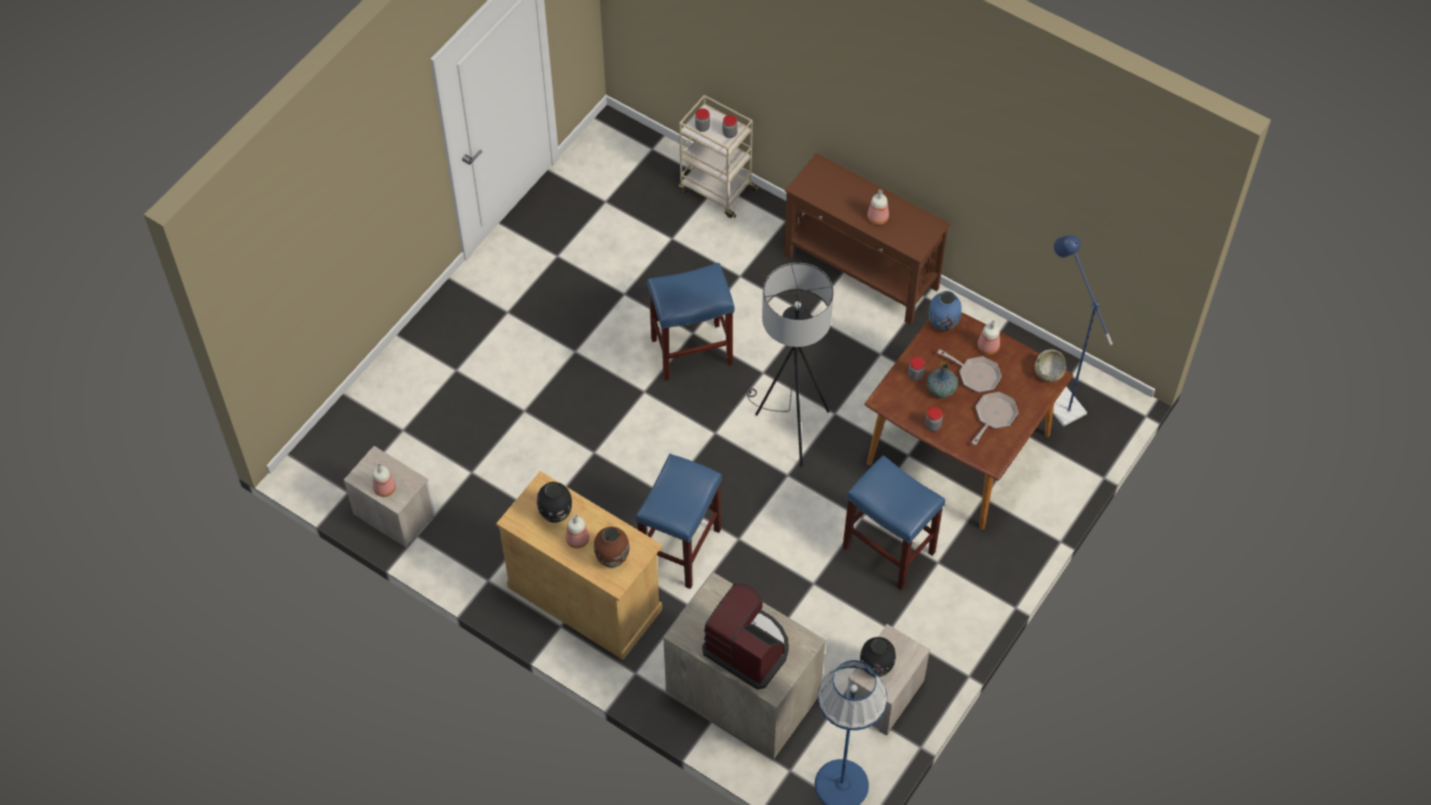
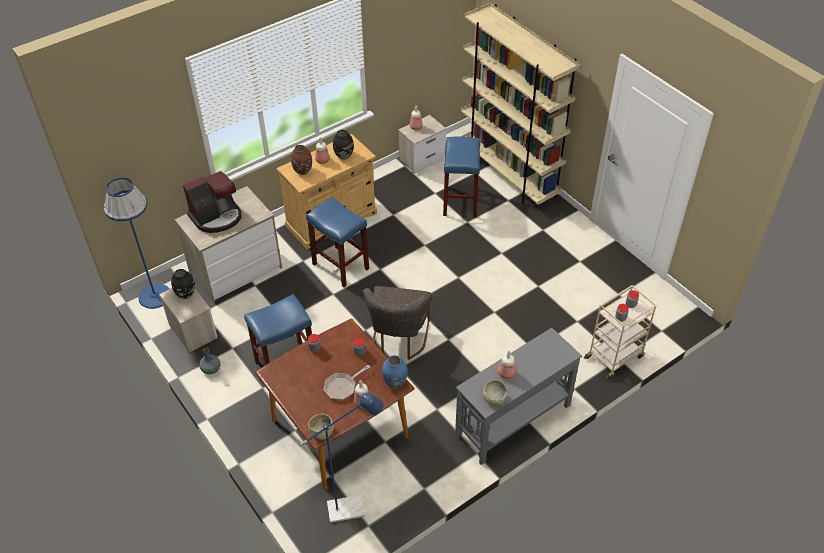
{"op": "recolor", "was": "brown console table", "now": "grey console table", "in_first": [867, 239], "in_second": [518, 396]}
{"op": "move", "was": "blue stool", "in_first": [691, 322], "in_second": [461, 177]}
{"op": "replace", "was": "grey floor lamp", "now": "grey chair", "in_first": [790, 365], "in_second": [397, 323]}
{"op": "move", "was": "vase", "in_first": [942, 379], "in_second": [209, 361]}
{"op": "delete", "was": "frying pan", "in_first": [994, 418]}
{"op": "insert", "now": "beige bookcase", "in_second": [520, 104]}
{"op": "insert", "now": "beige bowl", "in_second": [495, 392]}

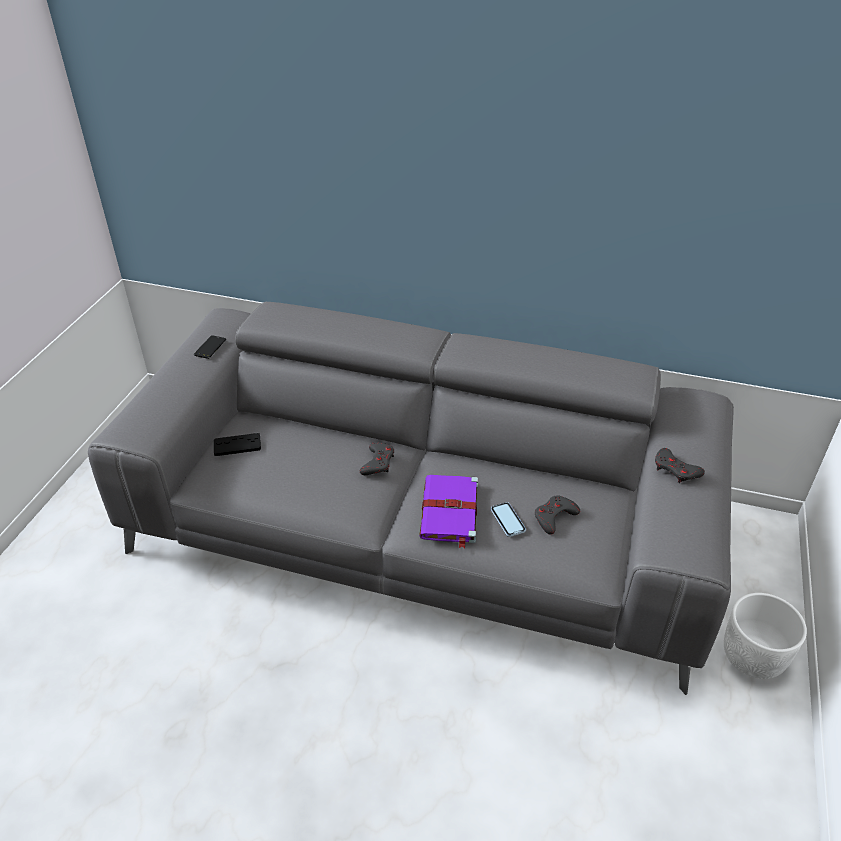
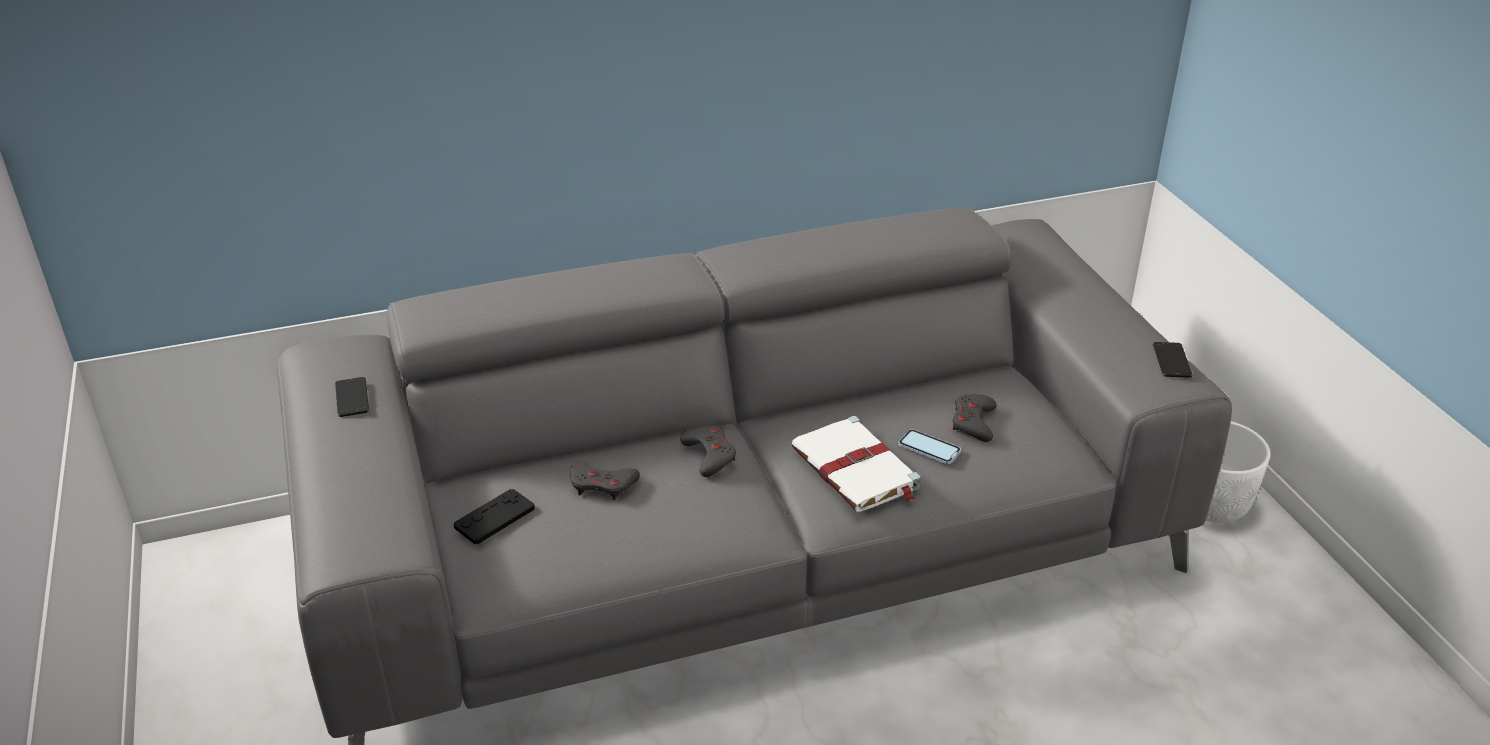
{"op": "move", "was": "grey game controller", "in_first": [680, 465], "in_second": [605, 481]}
{"op": "recolor", "was": "purple book", "now": "white book", "in_first": [448, 511], "in_second": [855, 464]}
{"op": "insert", "now": "phone", "in_second": [1172, 360]}

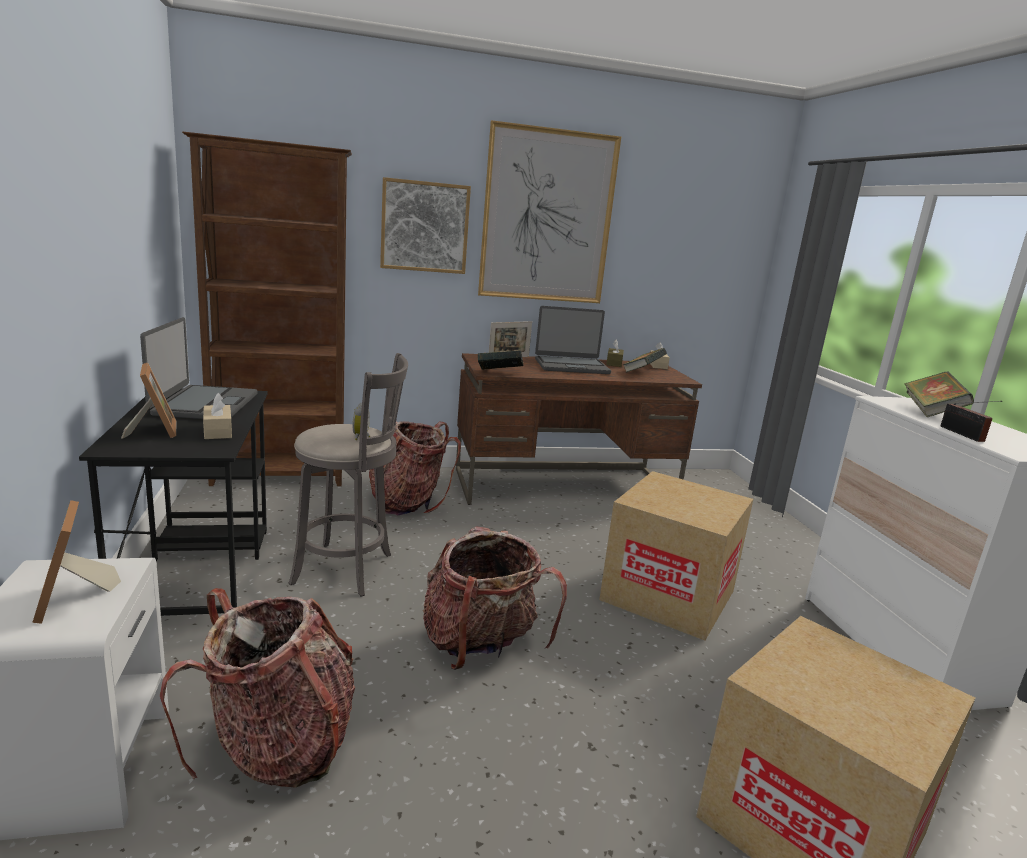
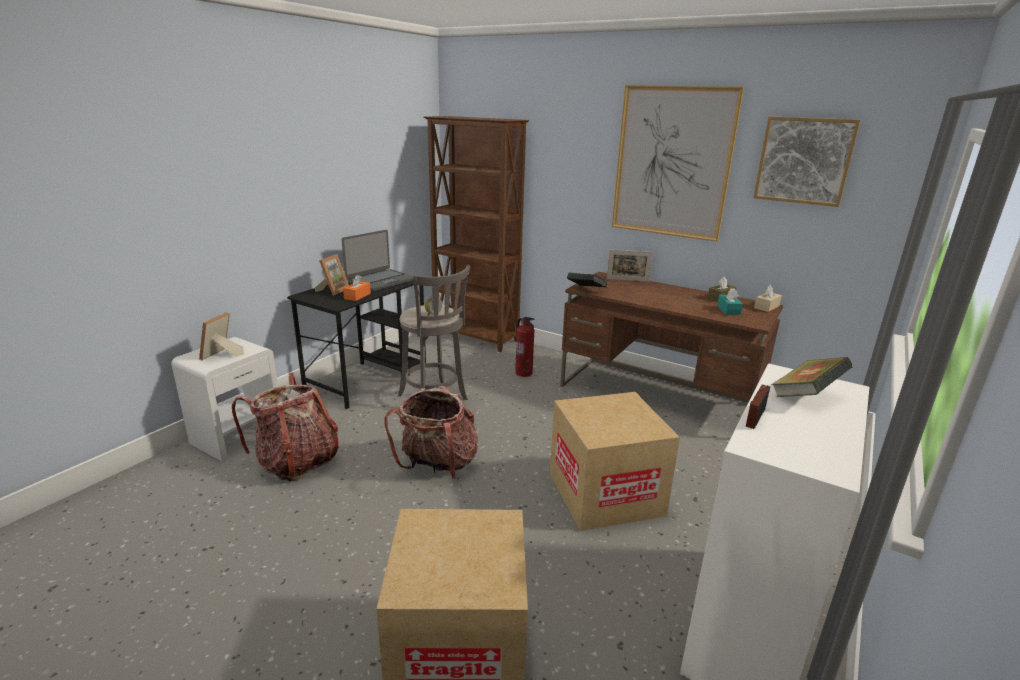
{"op": "move", "was": "picture", "in_first": [425, 225], "in_second": [806, 162]}
{"op": "delete", "was": "laptop", "in_first": [573, 340]}
{"op": "replace", "was": "book", "now": "turquoise tissue box", "in_first": [645, 360], "in_second": [730, 301]}
{"op": "recolor", "was": "beige tissue box", "now": "orange tissue box", "in_first": [217, 416], "in_second": [357, 288]}
{"op": "replace", "was": "backpack", "now": "fire extinguisher", "in_first": [415, 468], "in_second": [524, 347]}

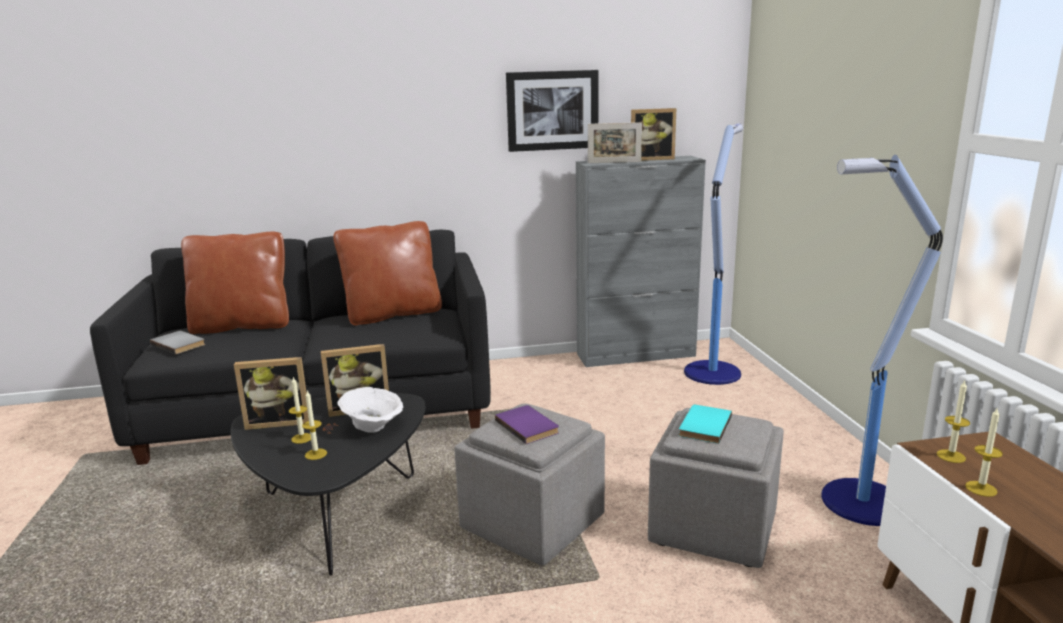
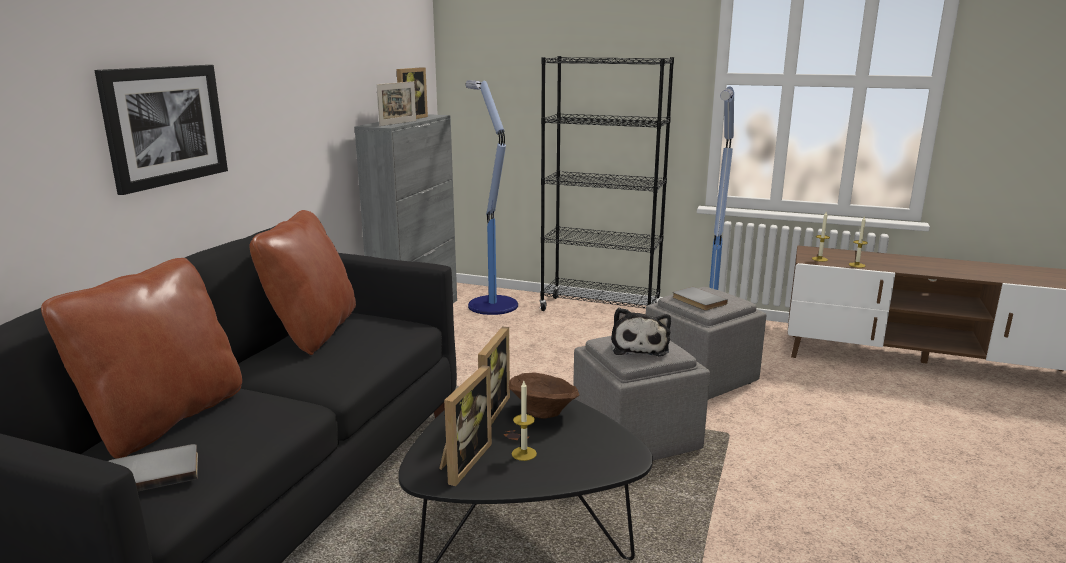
{"op": "move", "was": "picture", "in_first": [552, 111], "in_second": [161, 130]}
{"op": "recolor", "was": "white bowl", "now": "brown bowl", "in_first": [370, 410], "in_second": [544, 395]}
{"op": "delete", "was": "candle", "in_first": [314, 425]}
{"op": "replace", "was": "purple book", "now": "plush toy", "in_first": [527, 424], "in_second": [641, 332]}
{"op": "recolor", "was": "turquoise book", "now": "grey book", "in_first": [705, 424], "in_second": [700, 299]}
{"op": "insert", "now": "black bookcase", "in_second": [607, 183]}

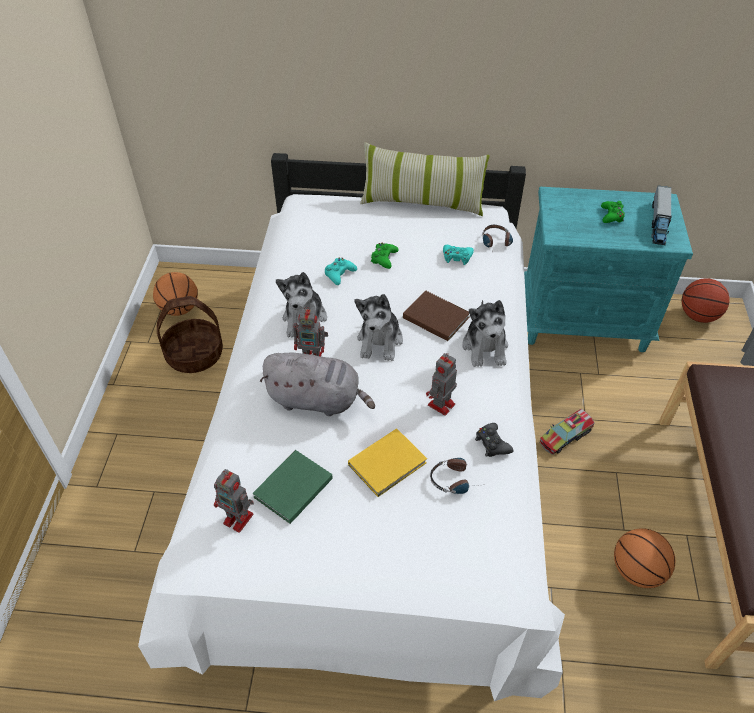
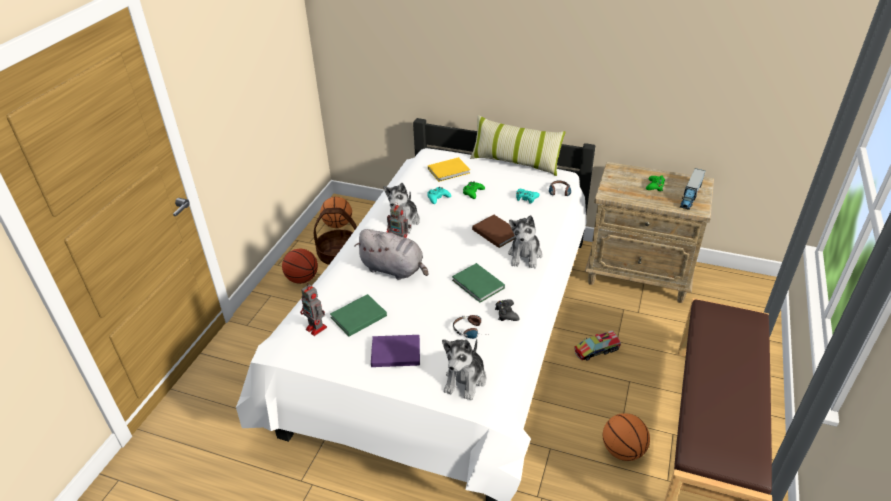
{"op": "recolor", "was": "turquoise nightstand", "now": "beige nightstand", "in_first": [608, 269], "in_second": [649, 232]}
{"op": "move", "was": "basketball", "in_first": [706, 300], "in_second": [300, 266]}
{"op": "move", "was": "plush toy", "in_first": [379, 327], "in_second": [464, 369]}
{"op": "replace", "was": "toy robot", "now": "green book", "in_first": [441, 384], "in_second": [478, 283]}
{"op": "move", "was": "yellow book", "in_first": [387, 462], "in_second": [449, 169]}
{"op": "insert", "now": "purple book", "in_second": [395, 351]}

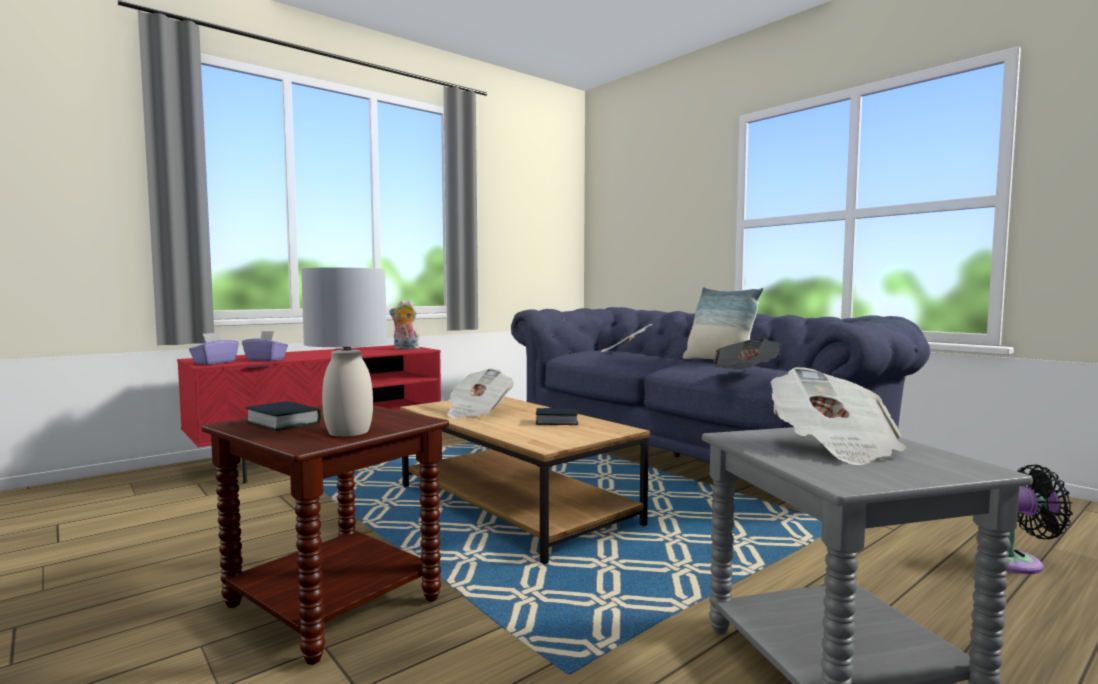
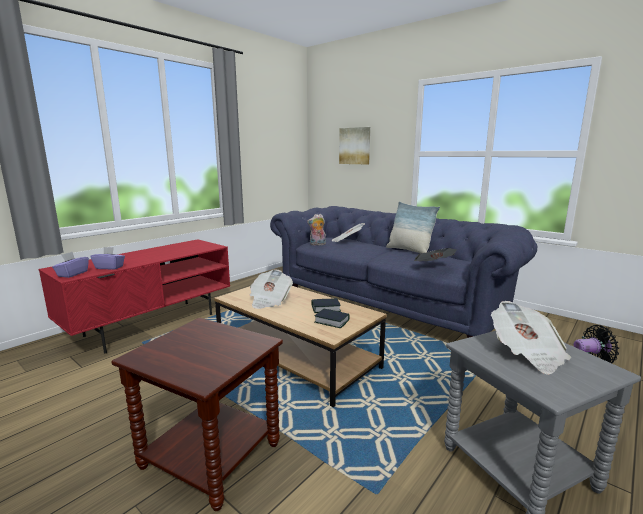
{"op": "delete", "was": "grey table lamp", "in_first": [344, 352]}
{"op": "move", "was": "plush toy", "in_first": [404, 325], "in_second": [316, 229]}
{"op": "move", "was": "book", "in_first": [283, 416], "in_second": [332, 318]}
{"op": "insert", "now": "picture", "in_second": [354, 145]}

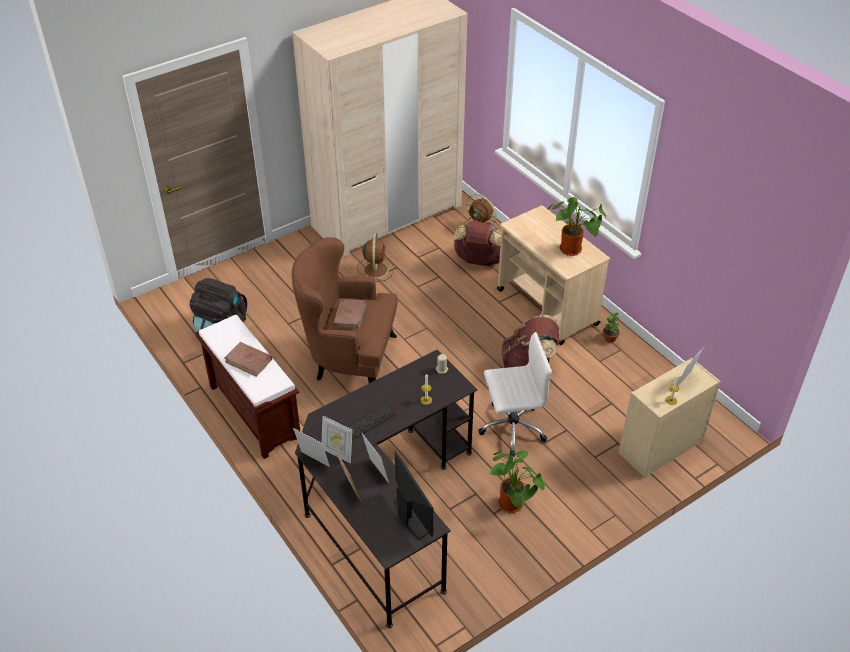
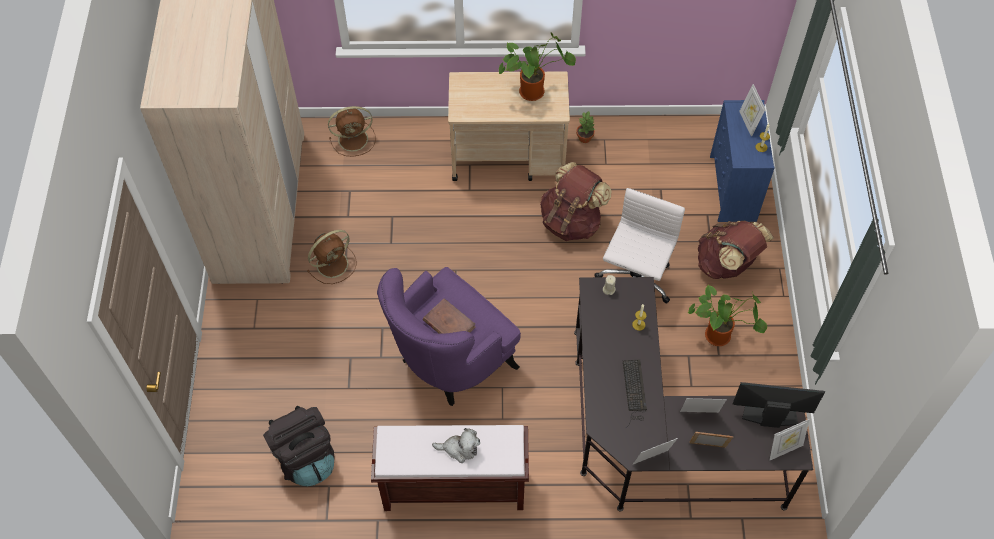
{"op": "move", "was": "brown backpack", "in_first": [477, 243], "in_second": [736, 249]}
{"op": "rotate", "was": "brown fan", "in_first": [375, 257], "in_second": [332, 257], "clockwise": 105}
{"op": "recolor", "was": "brown armchair", "now": "purple armchair", "in_first": [344, 310], "in_second": [449, 336]}
{"op": "replace", "was": "brown book", "now": "plush toy", "in_first": [248, 359], "in_second": [456, 445]}
{"op": "recolor", "was": "beige dresser", "now": "blue dresser", "in_first": [669, 418], "in_second": [742, 161]}
{"op": "move", "was": "picture frame", "in_first": [337, 439], "in_second": [789, 440]}

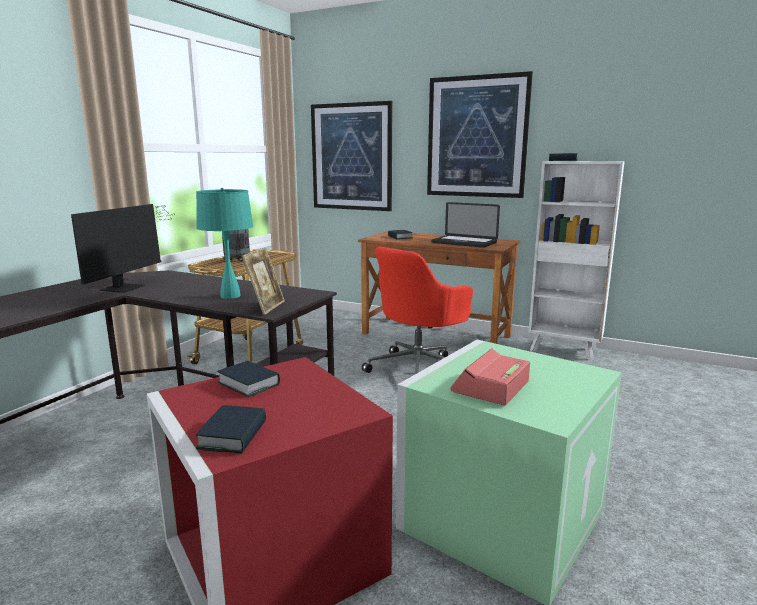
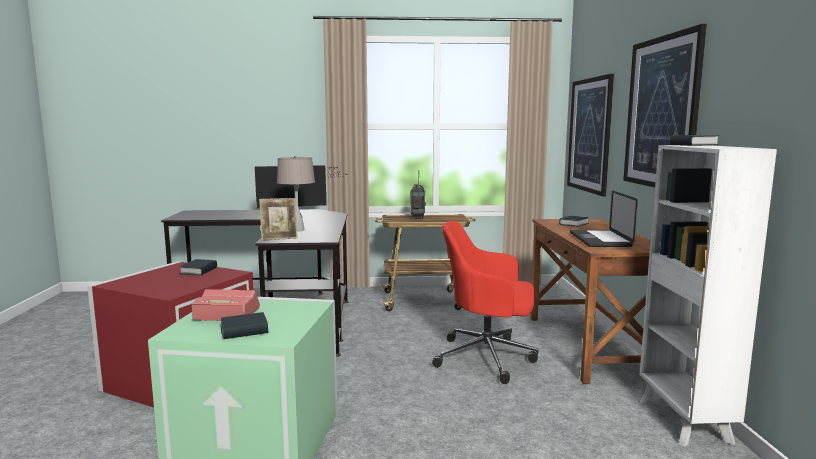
{"op": "recolor", "was": "turquoise table lamp", "now": "beige table lamp", "in_first": [224, 243], "in_second": [296, 194]}
{"op": "move", "was": "book", "in_first": [231, 429], "in_second": [244, 325]}

